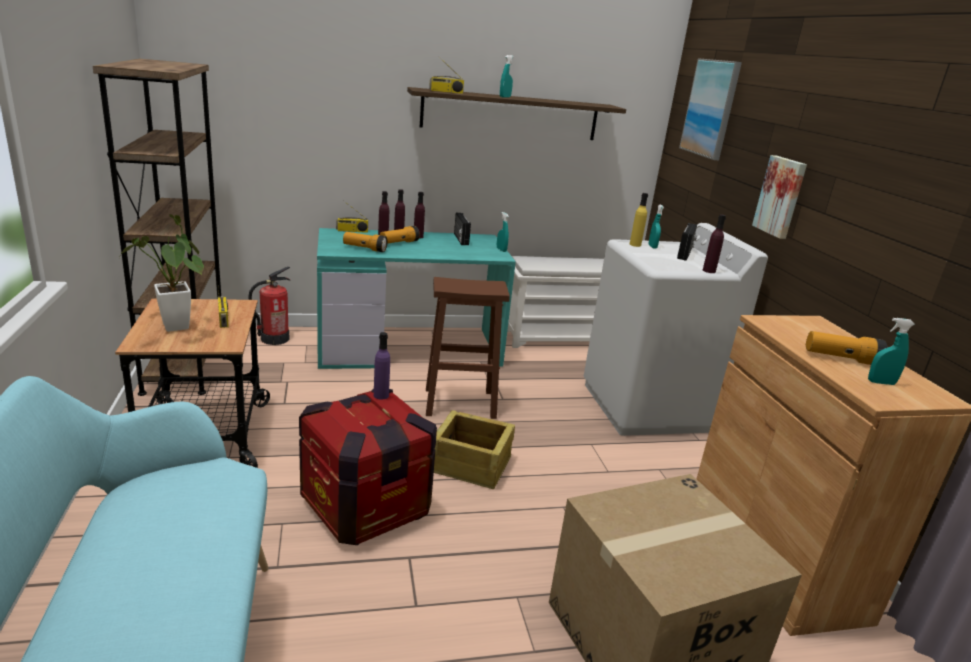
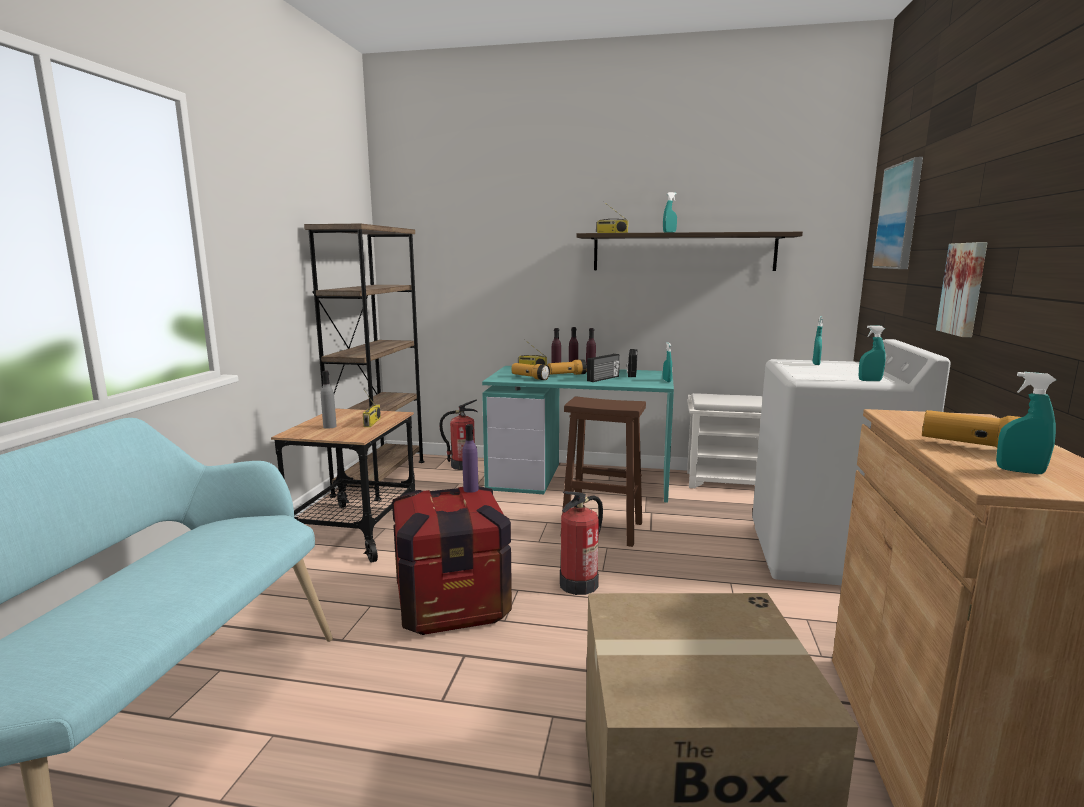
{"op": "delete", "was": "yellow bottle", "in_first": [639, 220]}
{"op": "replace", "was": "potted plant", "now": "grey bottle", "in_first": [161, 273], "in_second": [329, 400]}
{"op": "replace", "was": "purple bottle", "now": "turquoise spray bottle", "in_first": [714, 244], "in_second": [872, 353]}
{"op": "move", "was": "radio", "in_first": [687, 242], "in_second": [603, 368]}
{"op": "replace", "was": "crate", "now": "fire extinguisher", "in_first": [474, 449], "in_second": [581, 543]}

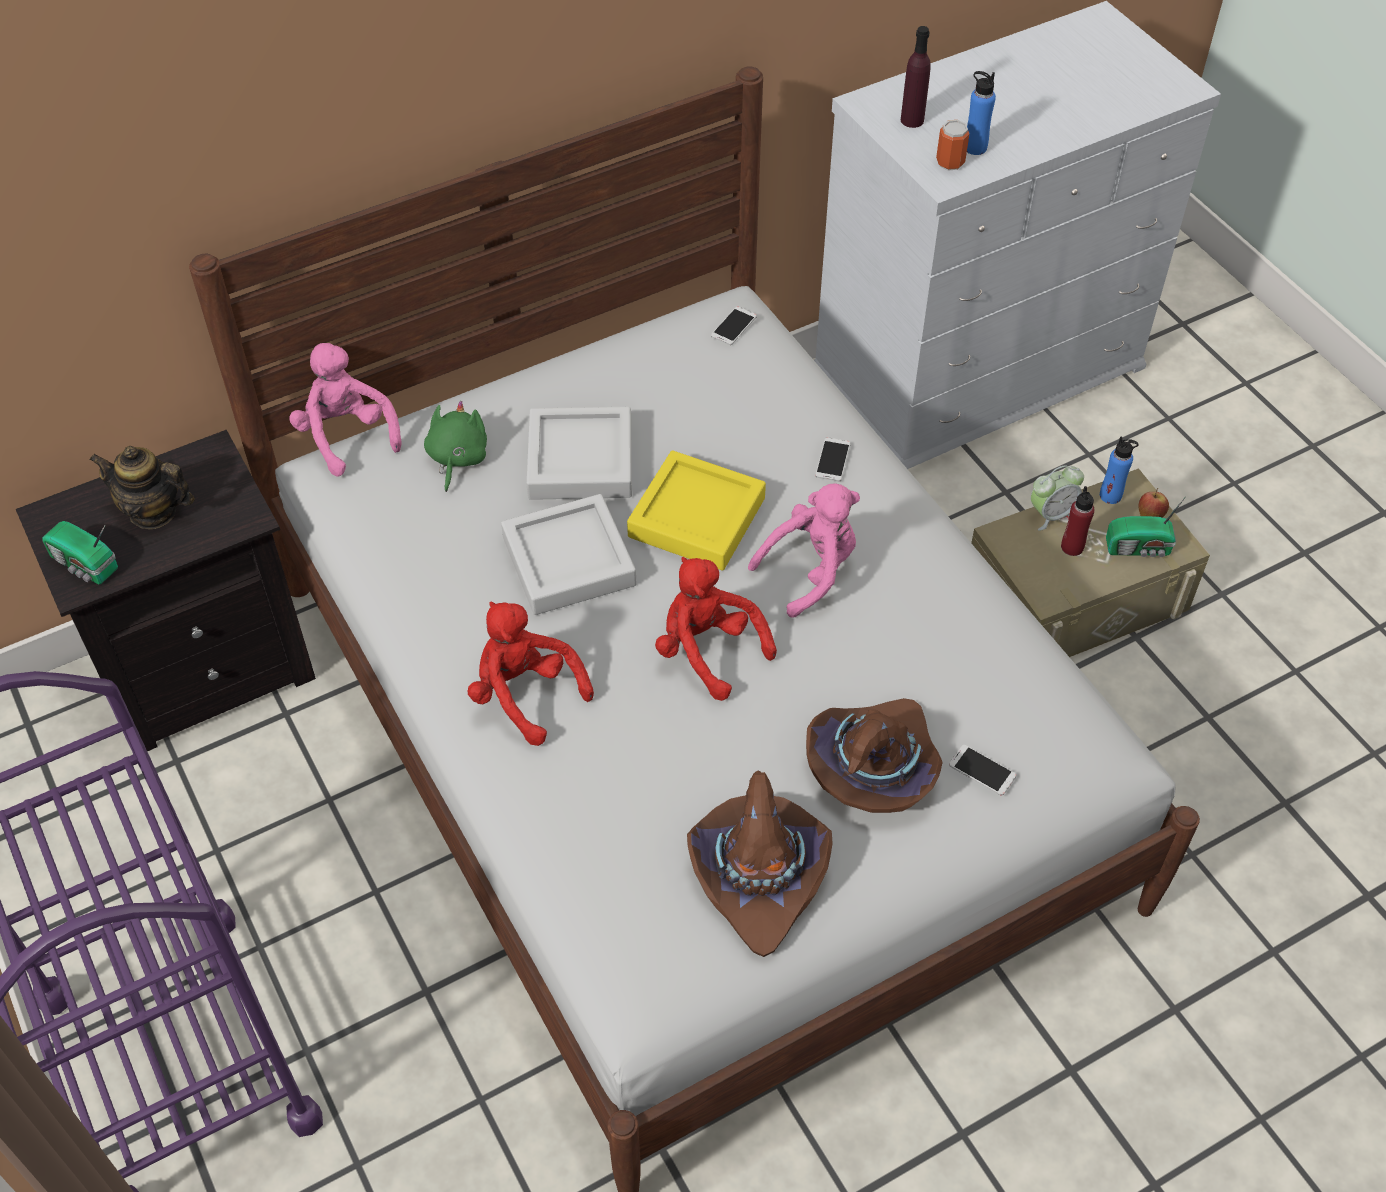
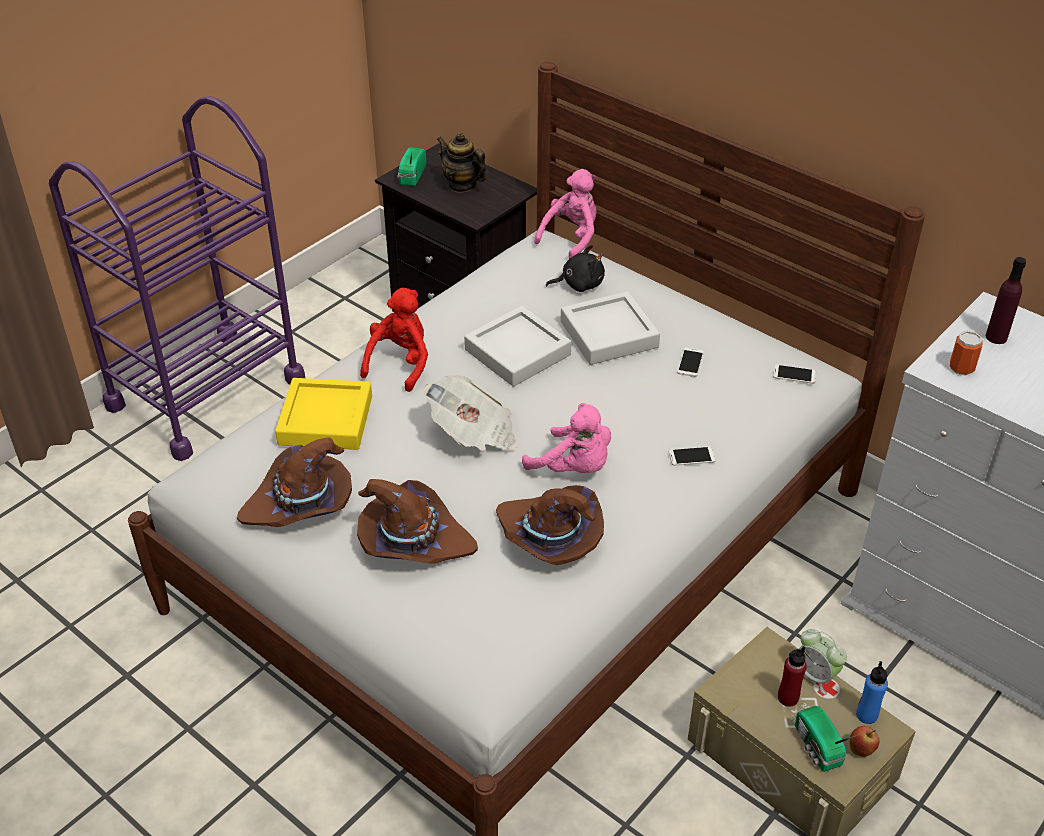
{"op": "delete", "was": "blue bottle", "in_first": [981, 113]}
{"op": "recolor", "was": "green plush toy", "now": "black plush toy", "in_first": [455, 446], "in_second": [575, 268]}
{"op": "rotate", "was": "teapot", "in_first": [142, 487], "in_second": [462, 163], "clockwise": -45}
{"op": "move", "was": "yellow tray", "in_first": [696, 510], "in_second": [323, 414]}
{"op": "replace", "was": "red plush toy", "now": "newspaper", "in_first": [716, 629], "in_second": [470, 413]}
{"op": "move", "was": "phone", "in_first": [983, 770], "in_second": [690, 362]}
{"op": "insert", "now": "brown hat", "in_second": [550, 525]}

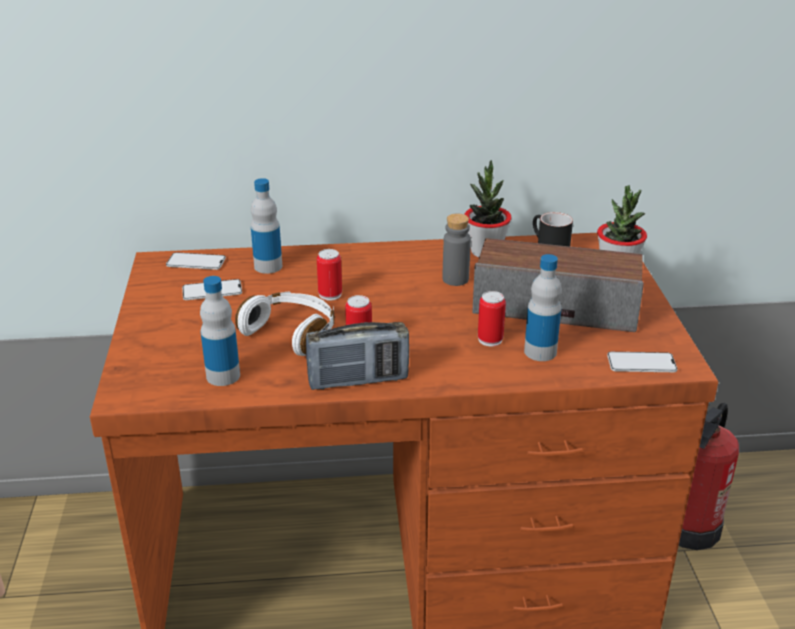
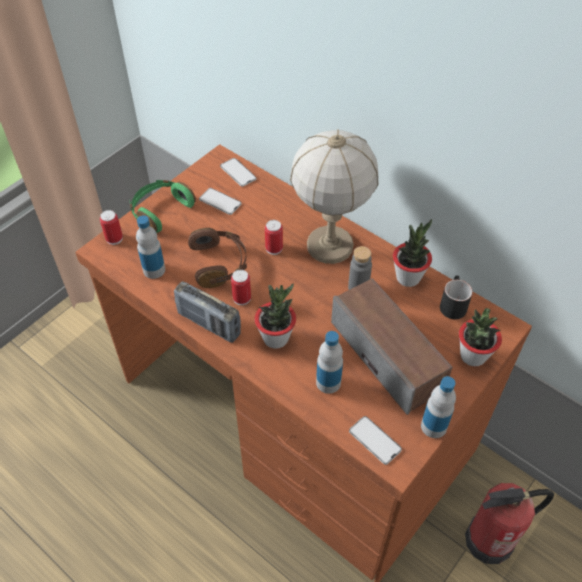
{"op": "move", "was": "bottle", "in_first": [266, 226], "in_second": [438, 407]}
{"op": "move", "was": "can", "in_first": [492, 318], "in_second": [111, 227]}
{"op": "recolor", "was": "white headphones", "now": "brown headphones", "in_first": [285, 324], "in_second": [217, 258]}
{"op": "insert", "now": "table lamp", "in_second": [334, 196]}
{"op": "insert", "now": "green headphones", "in_second": [163, 206]}
{"op": "insert", "now": "potted plant", "in_second": [275, 316]}

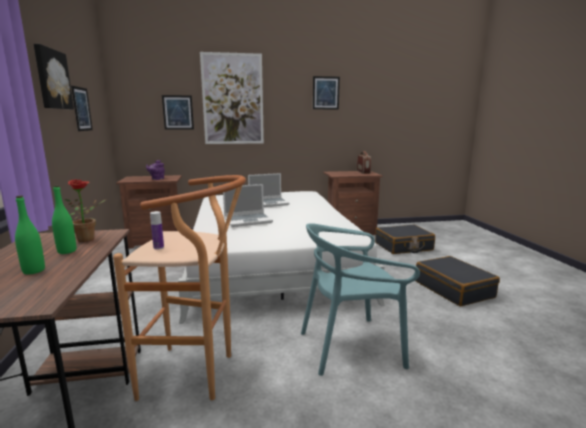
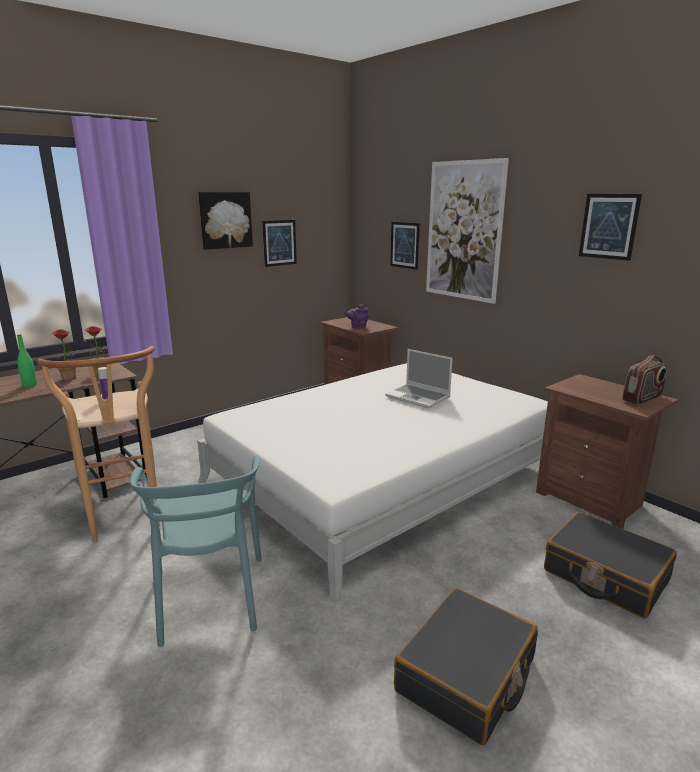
{"op": "delete", "was": "laptop", "in_first": [248, 205]}
{"op": "replace", "was": "green bottle", "now": "potted plant", "in_first": [64, 219], "in_second": [64, 355]}
{"op": "rotate", "was": "turquoise chair", "in_first": [360, 299], "in_second": [196, 551], "clockwise": -150}

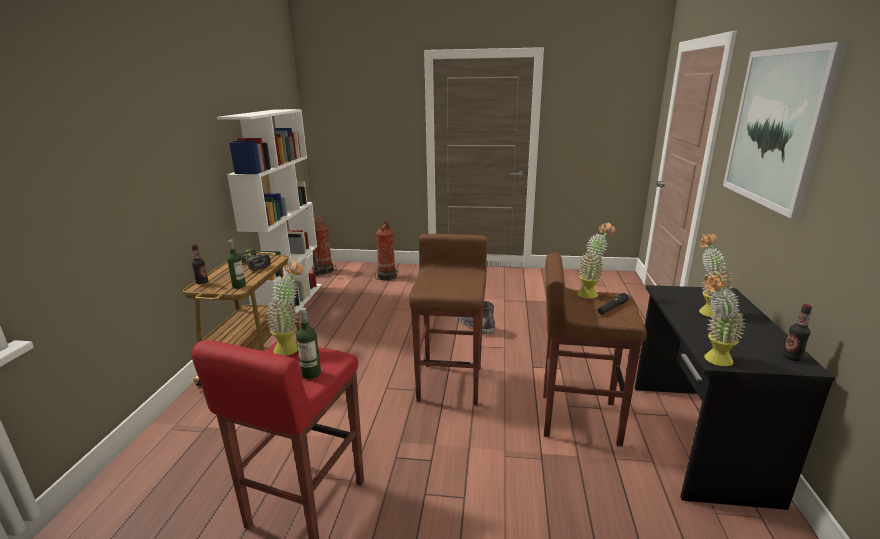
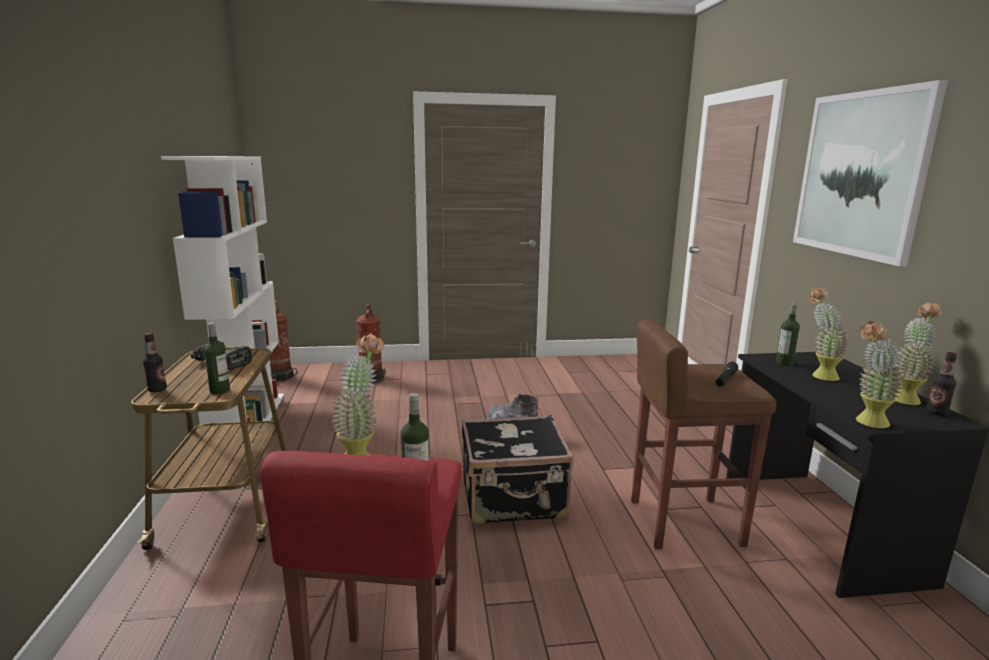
{"op": "move", "was": "potted plant", "in_first": [596, 260], "in_second": [918, 353]}
{"op": "replace", "was": "brown stool", "now": "black suitcase", "in_first": [448, 320], "in_second": [518, 470]}
{"op": "insert", "now": "bottle", "in_second": [788, 333]}

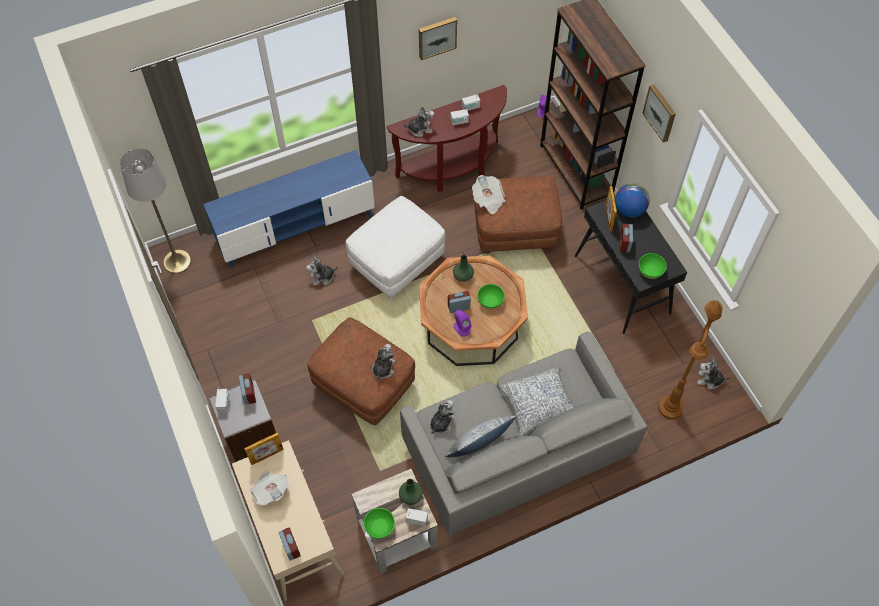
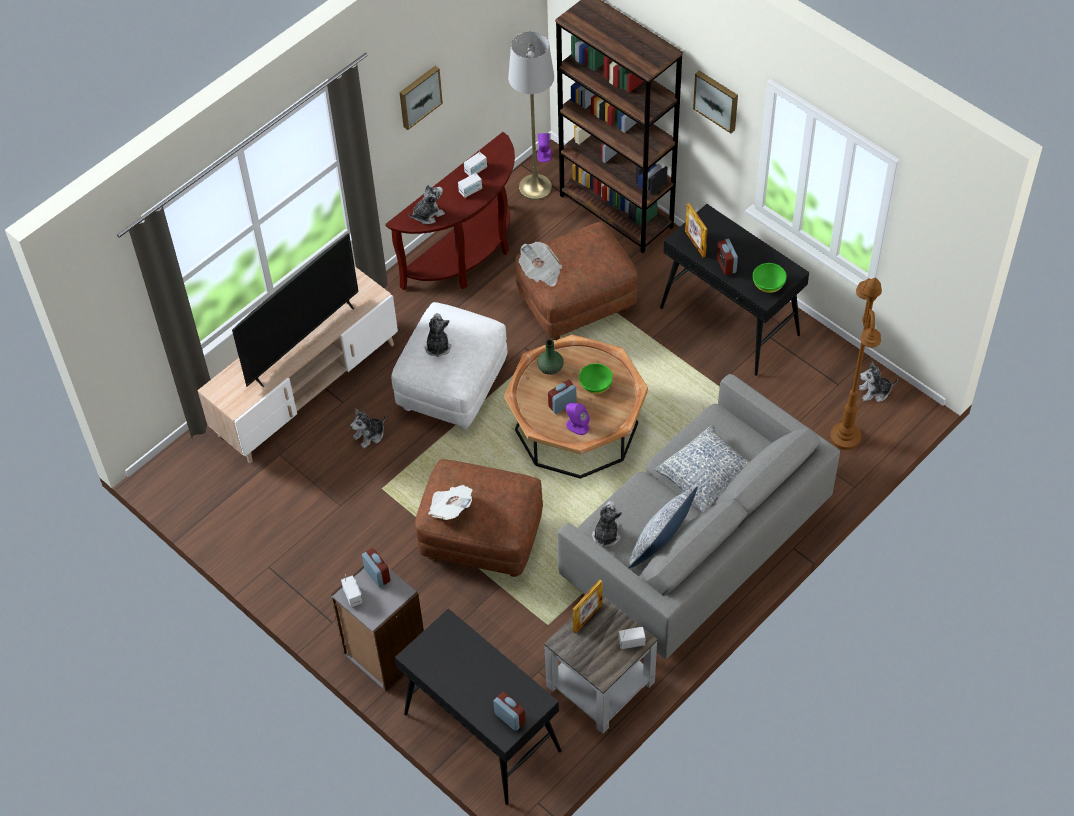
{"op": "move", "was": "grey floor lamp", "in_first": [155, 211], "in_second": [531, 115]}
{"op": "recolor", "was": "blue tv stand", "now": "beige tv stand", "in_first": [289, 209], "in_second": [297, 365]}
{"op": "delete", "was": "globe", "in_first": [632, 200]}
{"op": "move", "was": "plush toy", "in_first": [383, 362], "in_second": [438, 335]}
{"op": "move", "was": "picture frame", "in_first": [264, 448], "in_second": [587, 606]}
{"op": "recolor", "was": "beige console table", "now": "black console table", "in_first": [288, 520], "in_second": [478, 707]}
{"op": "move", "was": "newspaper", "in_first": [269, 488], "in_second": [450, 502]}
{"op": "delete", "was": "green vase", "in_first": [411, 492]}
{"op": "delete", "was": "green bowl", "in_first": [379, 523]}
{"op": "insert", "now": "television", "in_second": [295, 310]}

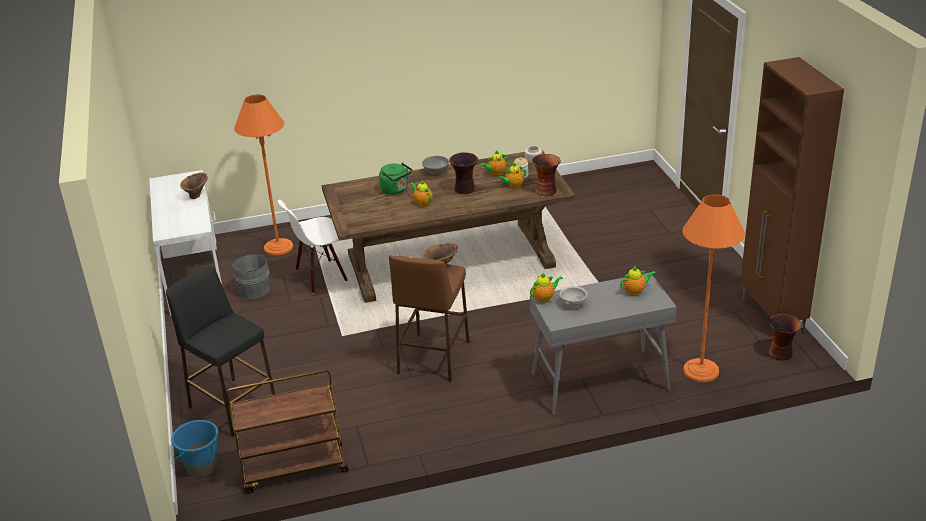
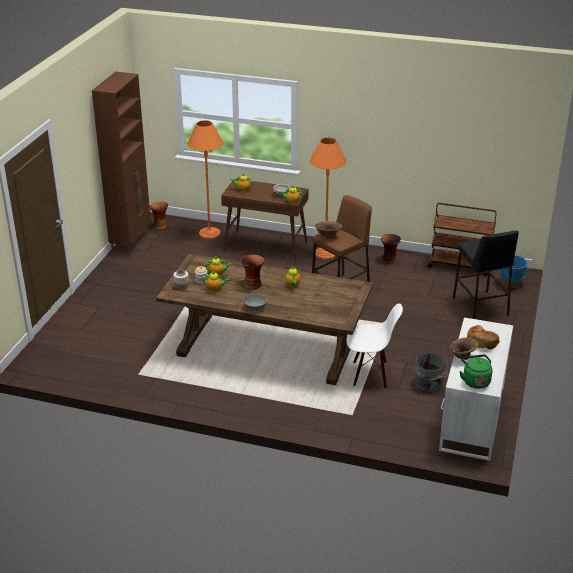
{"op": "move", "was": "orange floor lamp", "in_first": [263, 174], "in_second": [328, 198]}
{"op": "move", "was": "vase", "in_first": [546, 175], "in_second": [391, 249]}
{"op": "move", "was": "green kettle", "in_first": [395, 179], "in_second": [476, 371]}
{"op": "recolor", "was": "grey console table", "now": "brown console table", "in_first": [603, 344], "in_second": [265, 220]}
{"op": "insert", "now": "bread", "in_second": [483, 337]}

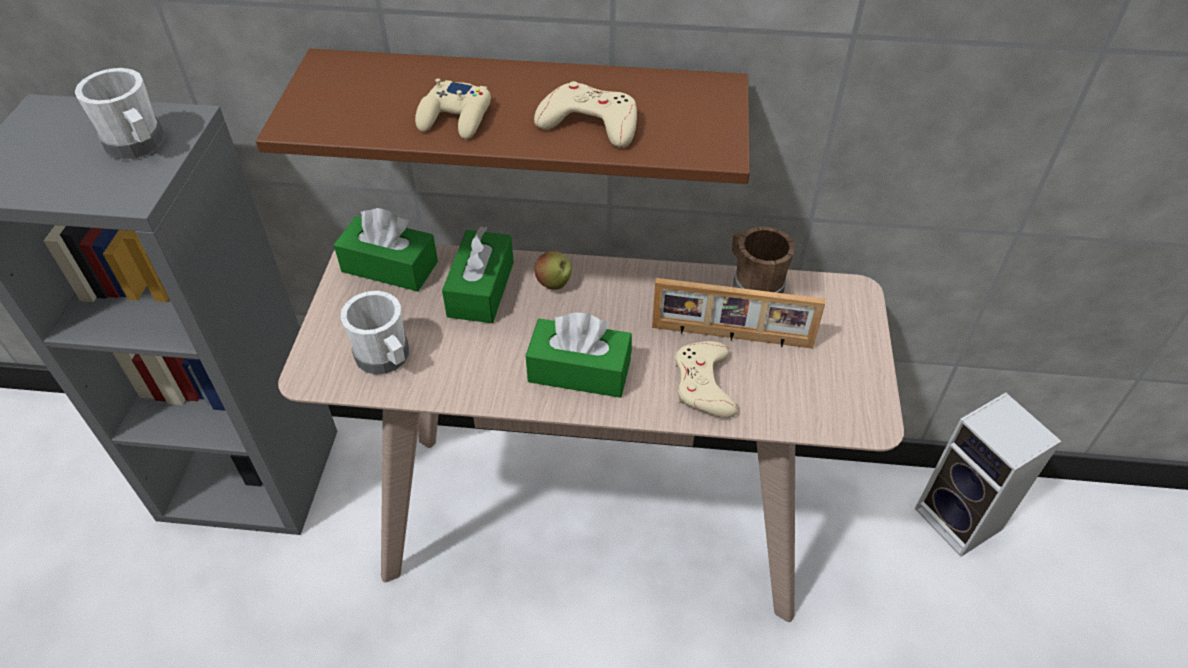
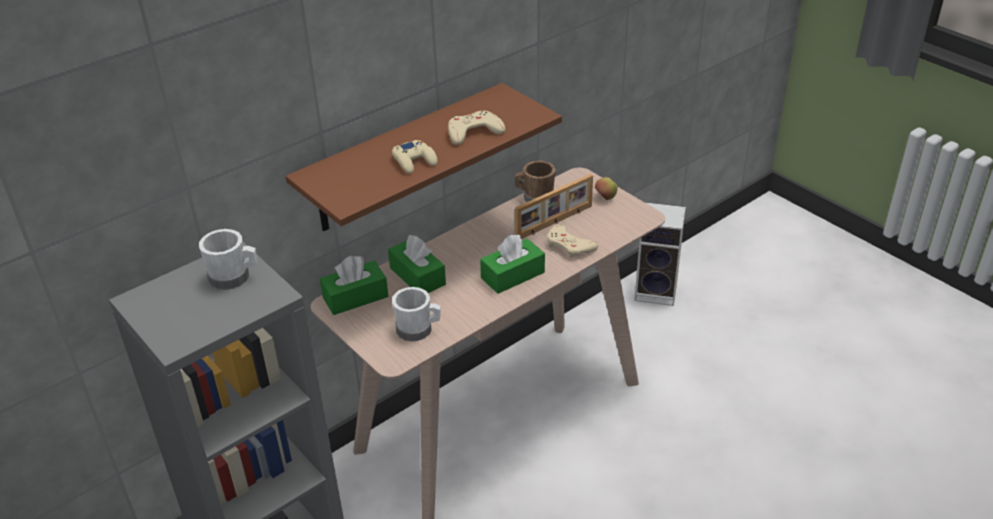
{"op": "move", "was": "apple", "in_first": [553, 270], "in_second": [606, 188]}

